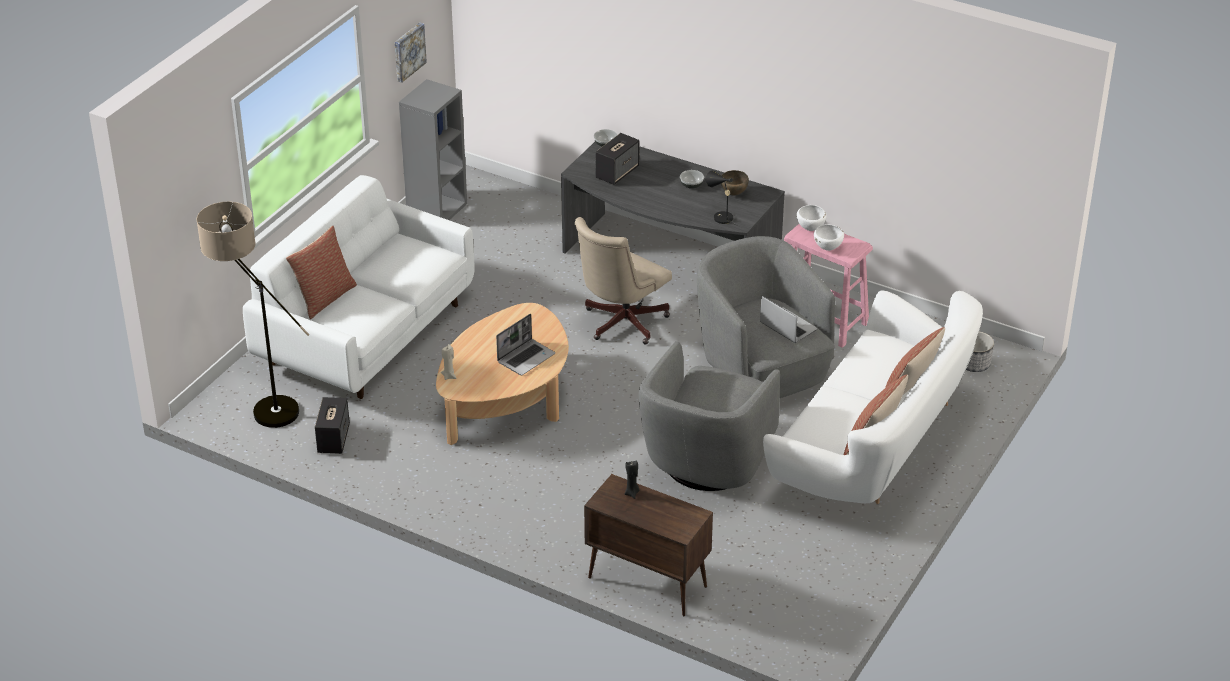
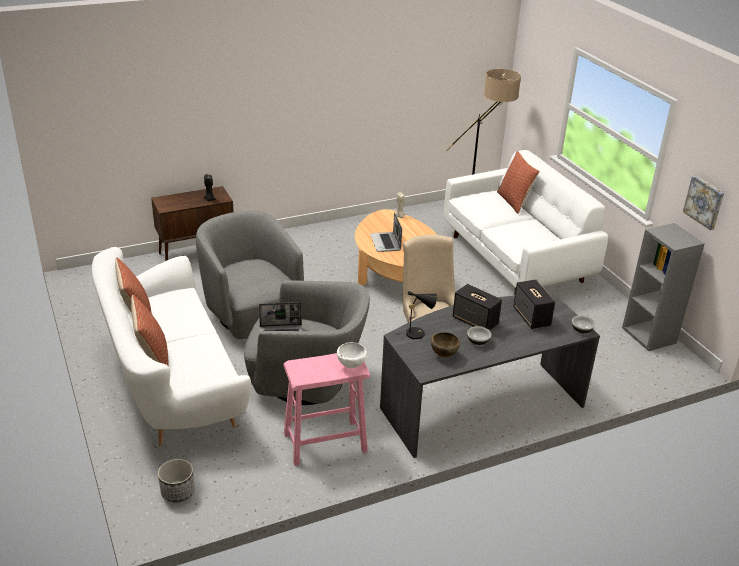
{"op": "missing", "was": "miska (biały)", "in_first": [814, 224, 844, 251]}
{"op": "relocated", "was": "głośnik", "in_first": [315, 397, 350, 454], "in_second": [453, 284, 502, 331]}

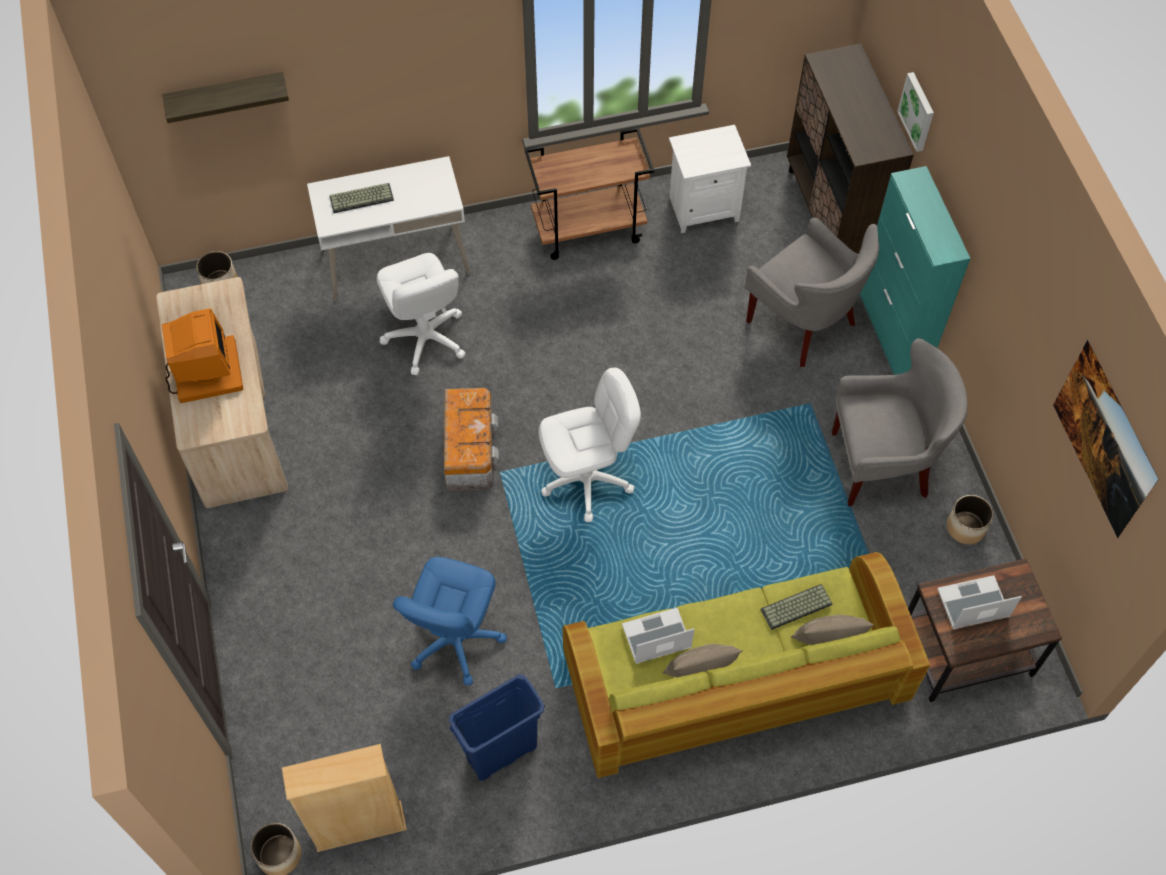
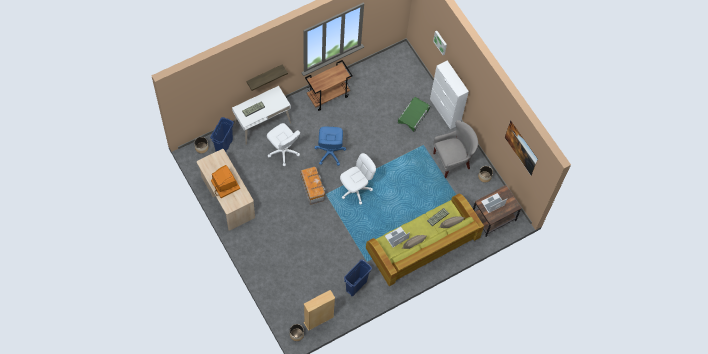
{"op": "missing", "was": "szafka nocna (biały)", "in_first": [669, 125, 751, 233]}
{"op": "missing", "was": "szafka (brązowy)", "in_first": [787, 44, 914, 254]}
{"op": "appeared", "now": "kosz na śmieci (niebieski)", "in_second": [210, 117, 234, 152]}
{"op": "relocated", "was": "półka", "in_first": [162, 72, 289, 123], "in_second": [246, 64, 288, 91]}
{"op": "relocated", "was": "krzesło biurowe (niebieski)", "in_first": [393, 557, 507, 686], "in_second": [314, 127, 346, 166]}
{"op": "exchanged", "was": "fotel (szary)", "now": "pojemnik do przechowywania (zielony)", "in_first": [745, 217, 879, 367], "in_second": [398, 97, 430, 132]}
{"op": "colour", "was": "szafka (turkusowy)", "now": "szafka (biały)", "in_first": [860, 166, 971, 375], "in_second": [430, 60, 469, 129]}

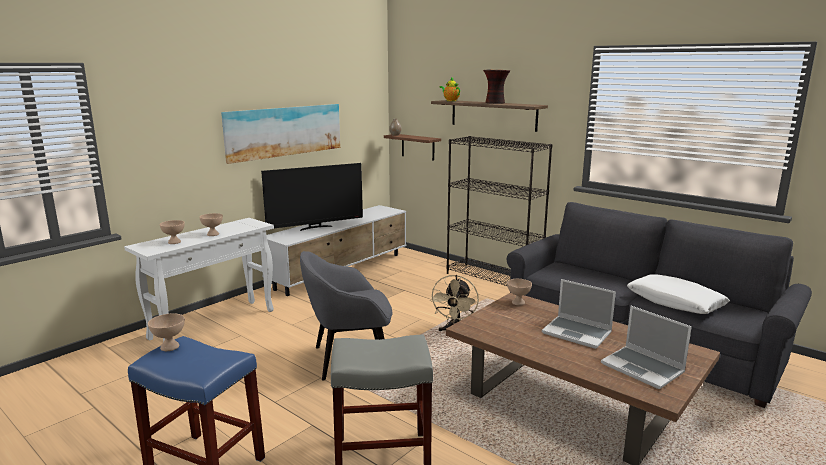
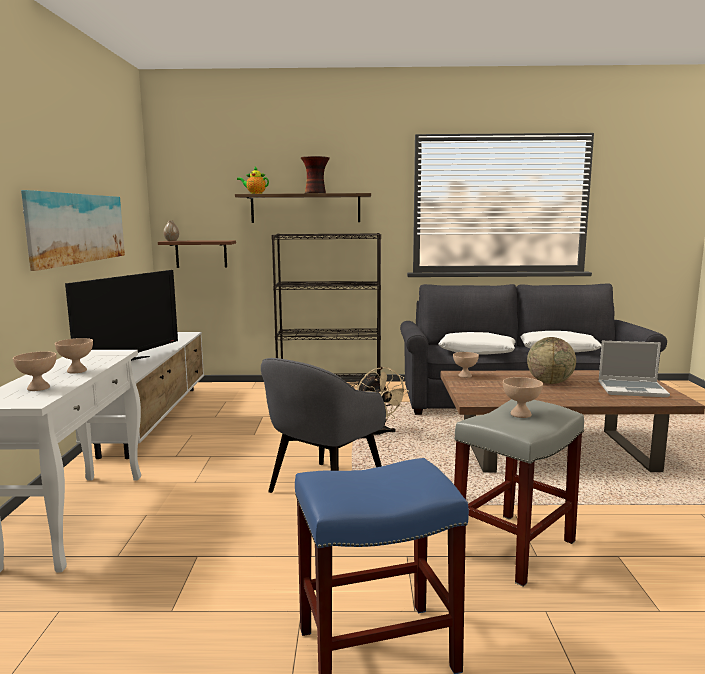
{"op": "appeared", "now": "poduszka (biały)", "in_second": [438, 332, 516, 355]}
{"op": "relocated", "was": "miska (beżowy)", "in_first": [148, 313, 185, 351], "in_second": [503, 377, 543, 418]}
{"op": "exchanged", "was": "laptop", "now": "globus", "in_first": [542, 279, 616, 349], "in_second": [527, 337, 576, 384]}

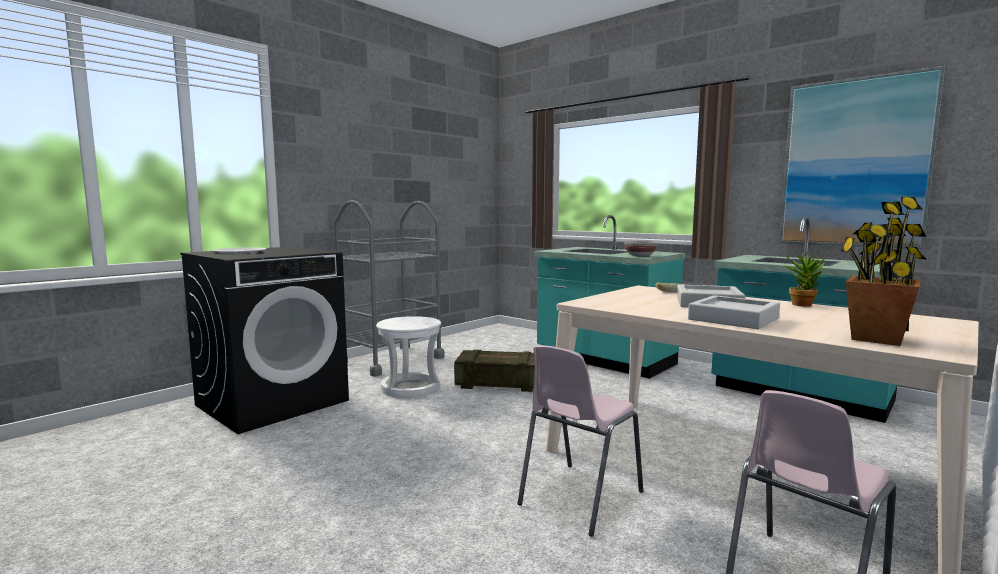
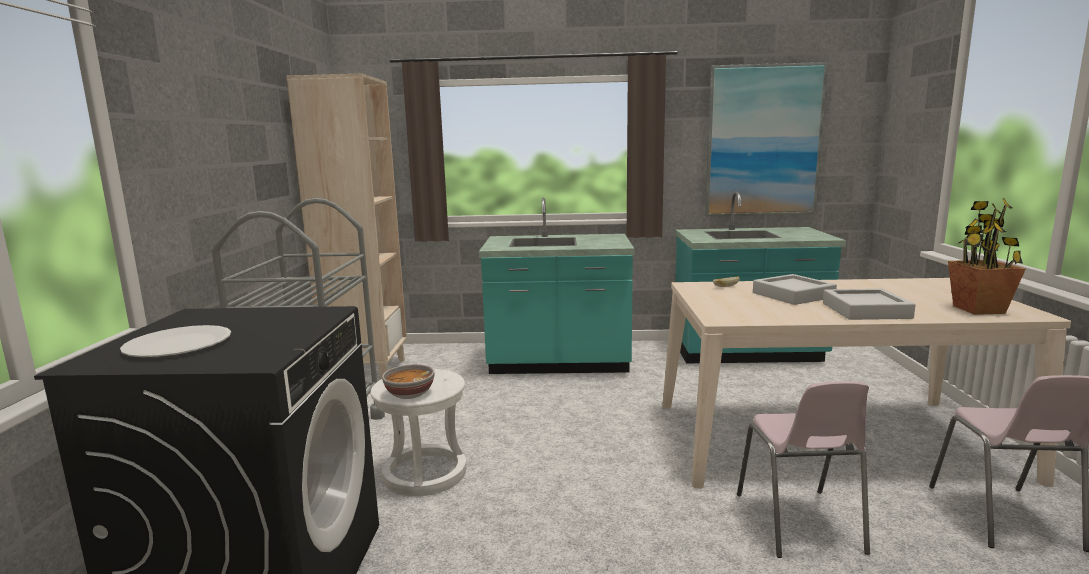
{"op": "missing", "was": "skrzynka", "in_first": [454, 350, 535, 392]}
{"op": "missing", "was": "roślina doniczkowa", "in_first": [784, 254, 826, 307]}
{"op": "appeared", "now": "regał (beżowy)", "in_second": [286, 74, 407, 379]}
{"op": "relocated", "was": "miska", "in_first": [624, 241, 657, 256], "in_second": [382, 364, 434, 399]}

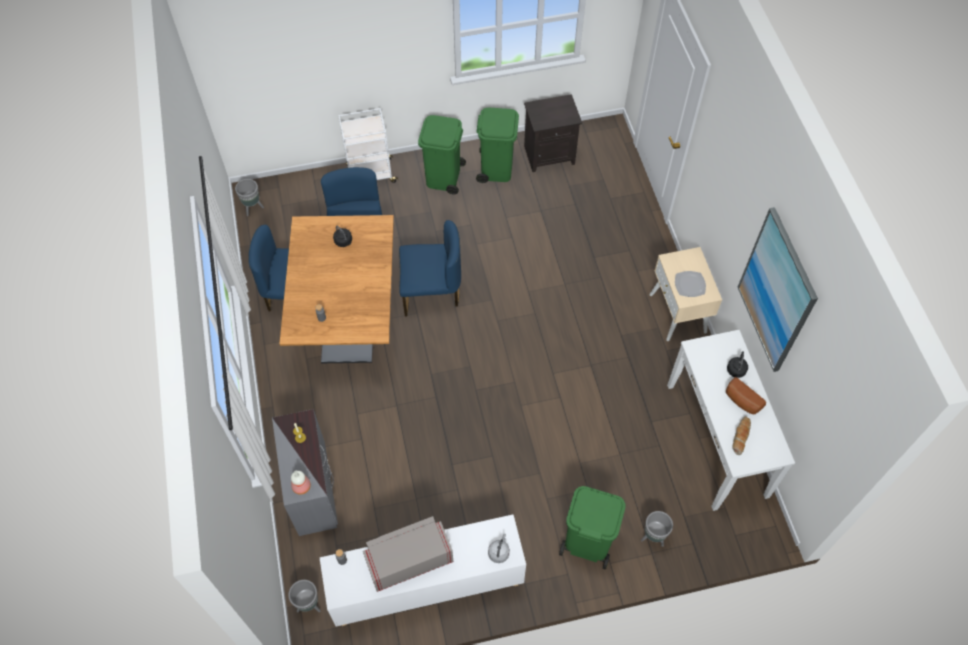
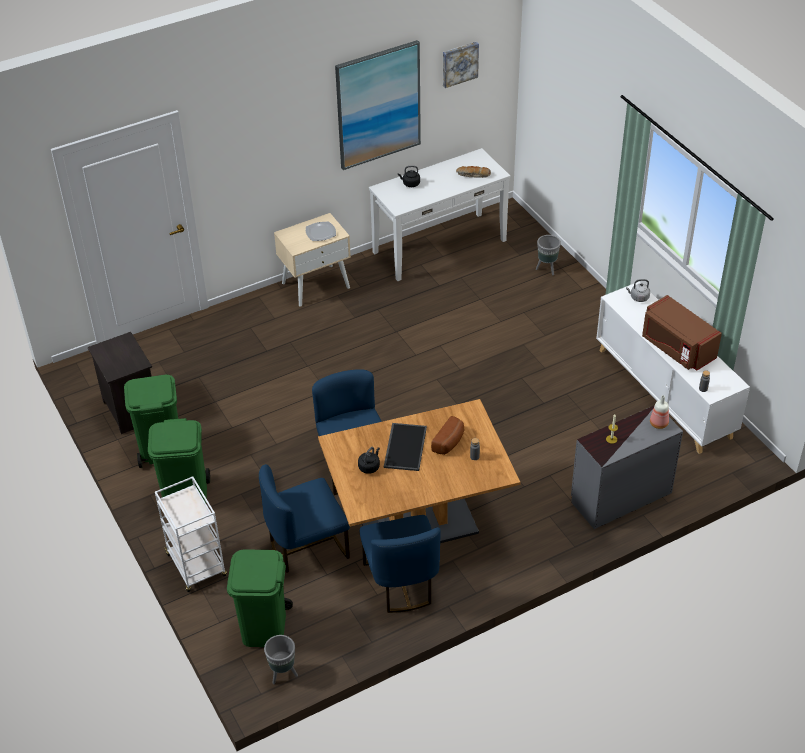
{"op": "missing", "was": "donica (szary)", "in_first": [288, 580, 321, 613]}
{"op": "appeared", "now": "taca", "in_second": [384, 423, 427, 471]}
{"op": "appeared", "now": "obraz", "in_second": [443, 42, 479, 88]}
{"op": "relocated", "was": "kosz na śmieci (zielony)", "in_first": [559, 486, 626, 570], "in_second": [227, 549, 293, 647]}
{"op": "relocated", "was": "chleb", "in_first": [726, 377, 766, 414], "in_second": [431, 416, 464, 455]}
{"op": "colour", "was": "mikrofalówka (szary)", "now": "mikrofalówka (brązowy)", "in_first": [363, 516, 453, 592], "in_second": [642, 295, 722, 371]}

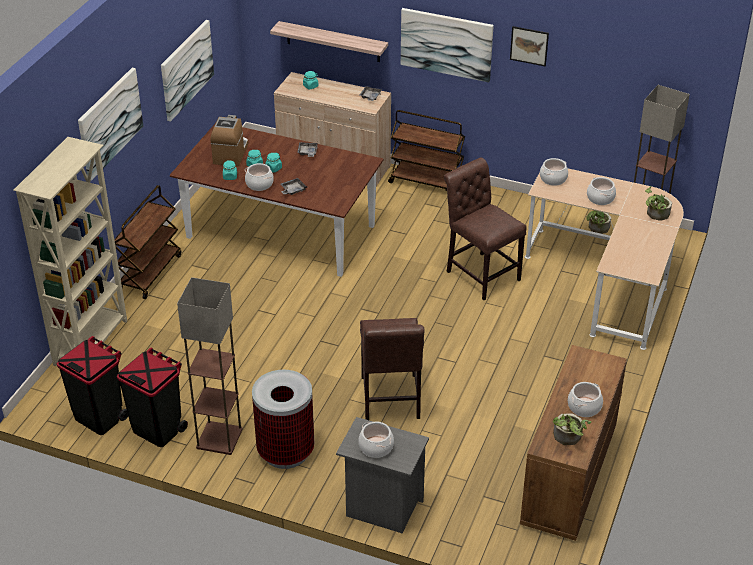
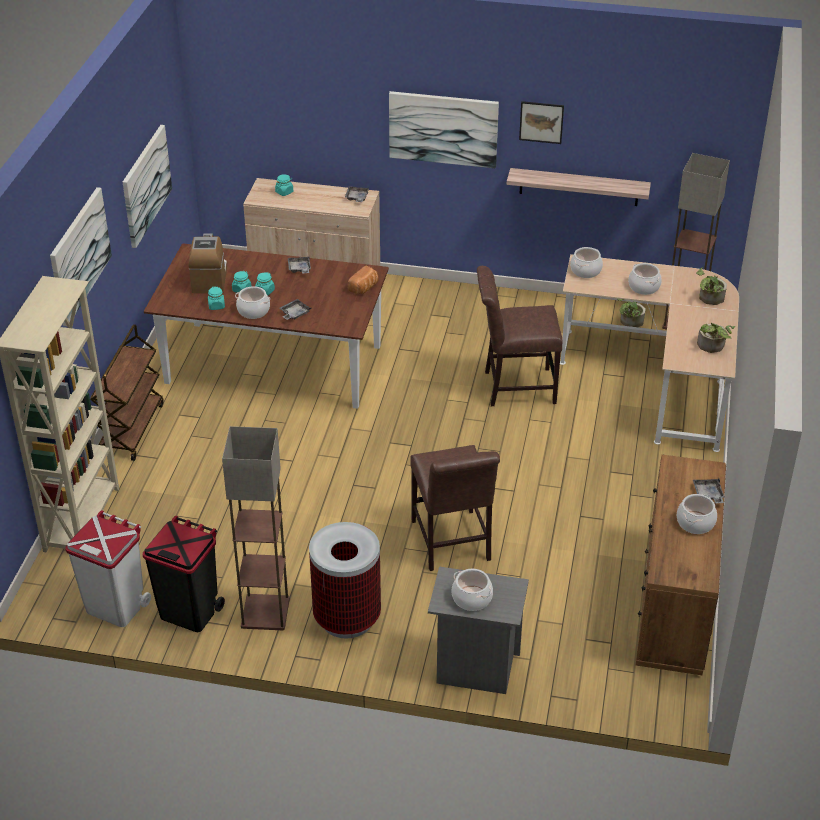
{"op": "missing", "was": "wózek (brązowy)", "in_first": [388, 110, 465, 191]}
{"op": "appeared", "now": "chleb", "in_second": [348, 266, 378, 294]}
{"op": "appeared", "now": "taca (szary)", "in_second": [693, 478, 725, 503]}
{"op": "relocated", "was": "półka", "in_first": [270, 21, 388, 62], "in_second": [507, 168, 651, 206]}
{"op": "relocated", "was": "roślina doniczkowa", "in_first": [553, 413, 592, 445], "in_second": [697, 323, 735, 353]}
{"op": "colour", "was": "kosz na śmieci (czarny)", "now": "kosz na śmieci (biały)", "in_first": [57, 336, 128, 435], "in_second": [65, 510, 151, 627]}
{"op": "spun", "was": "krzesło (brązowy)", "in_first": [444, 157, 527, 300], "in_second": [477, 266, 563, 406], "clockwise": -45}

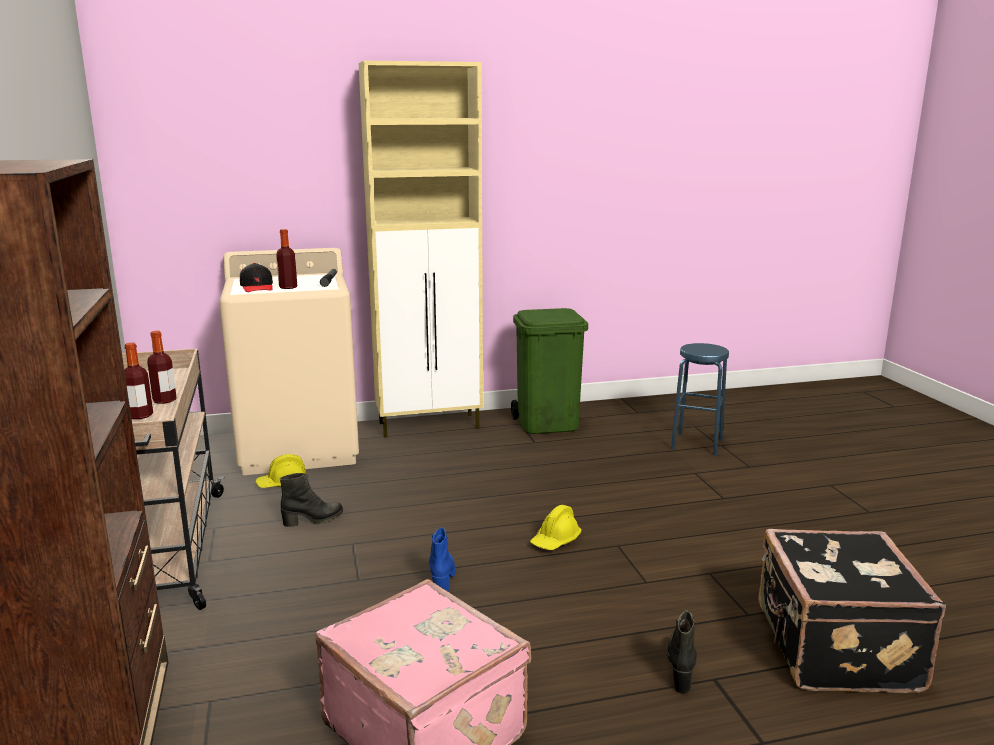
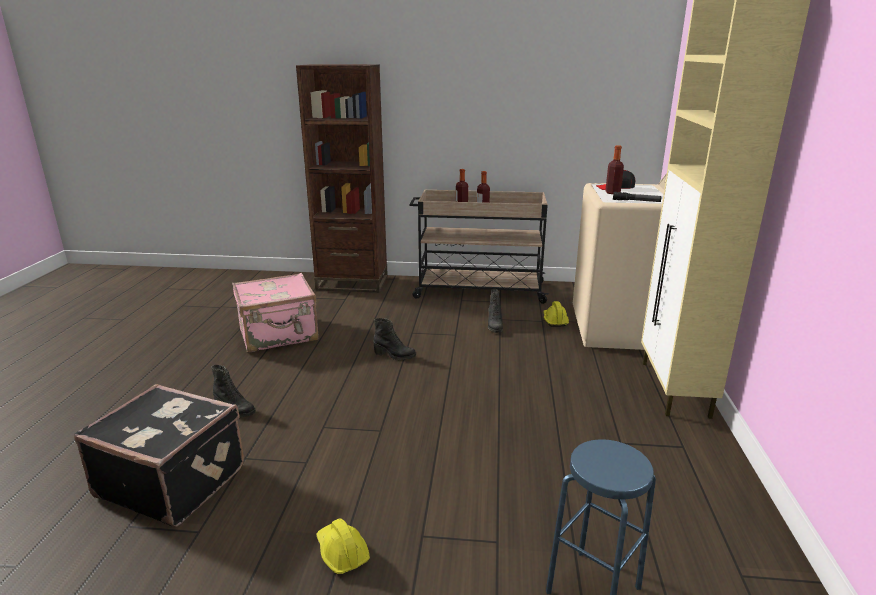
{"op": "missing", "was": "kosz na śmieci (zielony)", "in_first": [511, 308, 588, 434]}
{"op": "relocated", "was": "kask (żółty)", "in_first": [530, 505, 582, 550], "in_second": [316, 518, 370, 574]}
{"op": "colour", "was": "but z cholewką (niebieski)", "now": "but z cholewką (czarny)", "in_first": [429, 527, 455, 591], "in_second": [373, 318, 416, 360]}

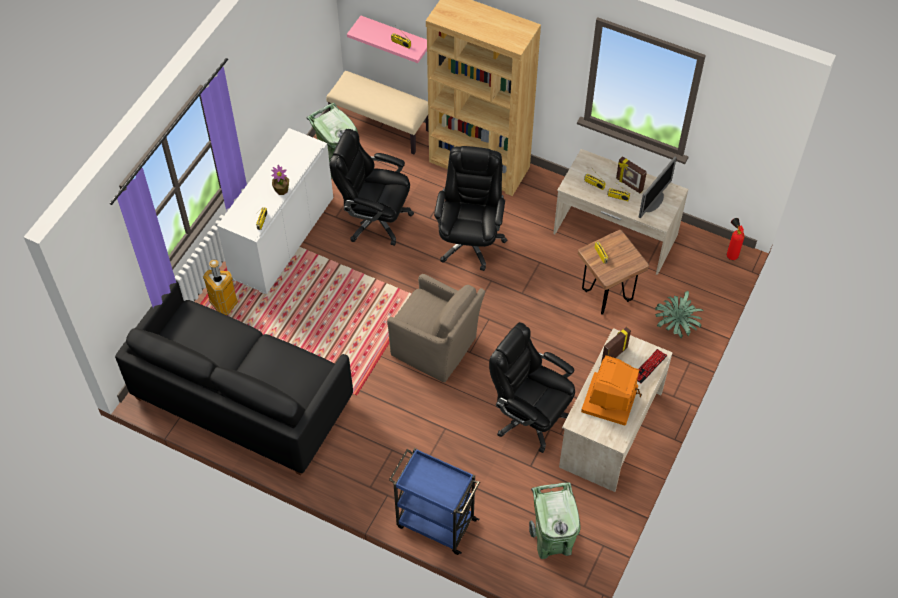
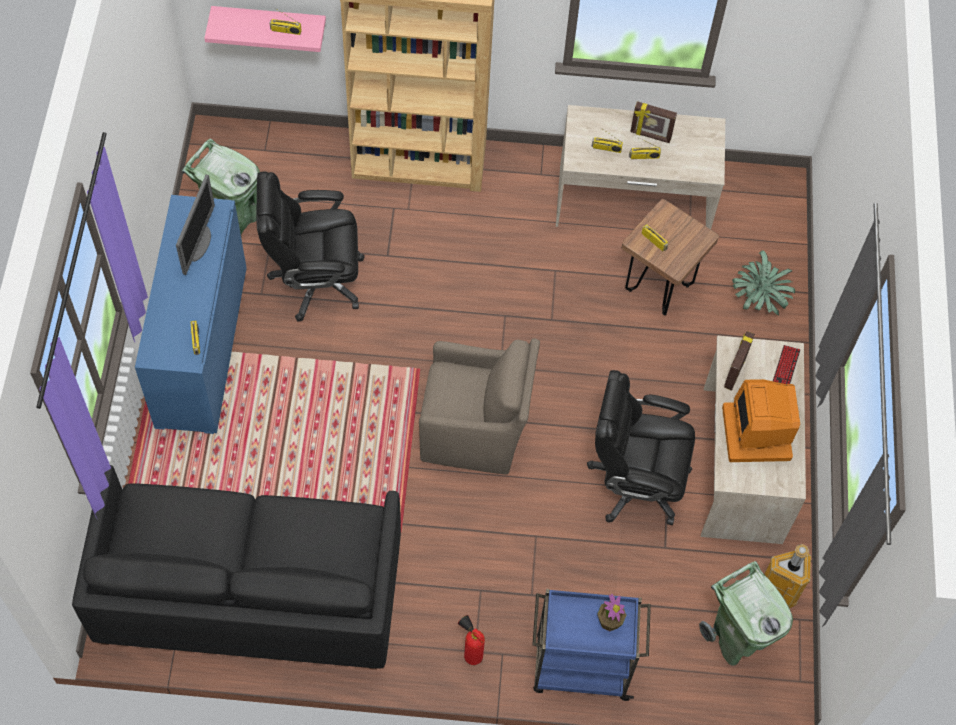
{"op": "missing", "was": "ławka (beżowy)", "in_first": [326, 71, 429, 154]}
{"op": "missing", "was": "krzesło biurowe (czarny)", "in_first": [434, 146, 507, 271]}
{"op": "relocated", "was": "kosz na śmieci", "in_first": [203, 260, 238, 315], "in_second": [764, 544, 811, 608]}
{"op": "relocated", "was": "roślina doniczkowa", "in_first": [271, 165, 289, 195], "in_second": [597, 594, 626, 631]}
{"op": "relocated", "was": "monitor", "in_first": [638, 157, 677, 218], "in_second": [176, 175, 215, 275]}
{"op": "relocated", "was": "gaśnica", "in_first": [727, 218, 745, 260], "in_second": [458, 615, 485, 665]}
{"op": "colour", "was": "szafka (biały)", "now": "szafka (niebieski)", "in_first": [217, 128, 333, 294], "in_second": [135, 195, 247, 434]}

